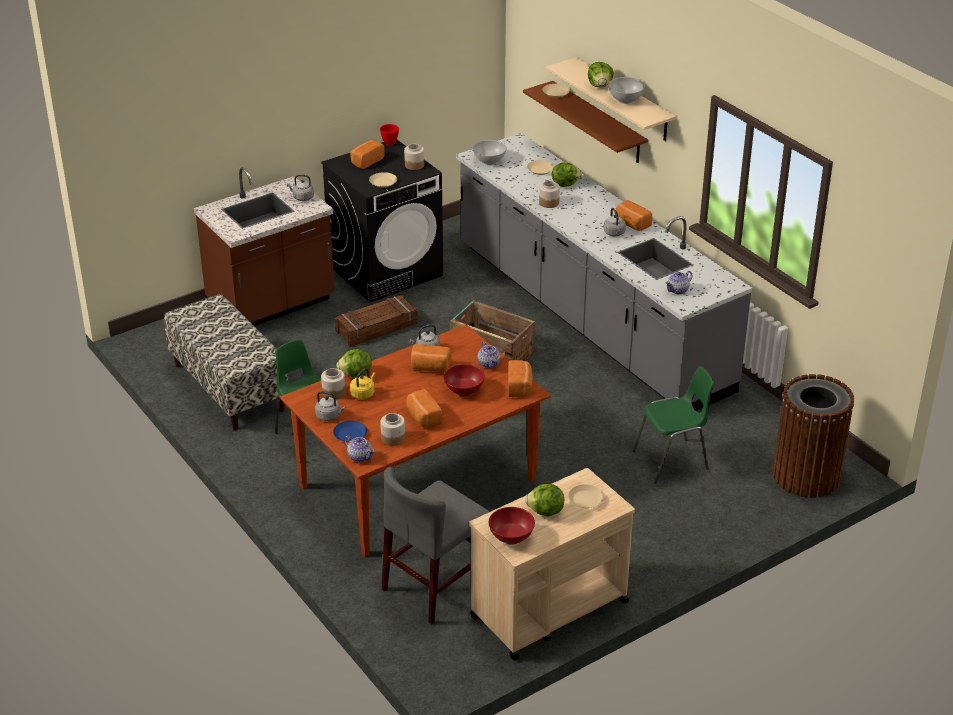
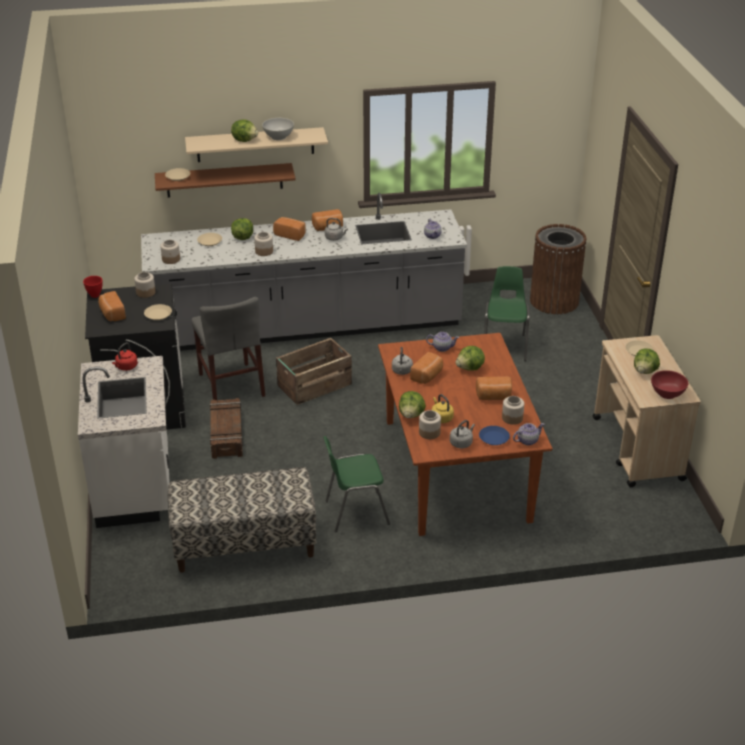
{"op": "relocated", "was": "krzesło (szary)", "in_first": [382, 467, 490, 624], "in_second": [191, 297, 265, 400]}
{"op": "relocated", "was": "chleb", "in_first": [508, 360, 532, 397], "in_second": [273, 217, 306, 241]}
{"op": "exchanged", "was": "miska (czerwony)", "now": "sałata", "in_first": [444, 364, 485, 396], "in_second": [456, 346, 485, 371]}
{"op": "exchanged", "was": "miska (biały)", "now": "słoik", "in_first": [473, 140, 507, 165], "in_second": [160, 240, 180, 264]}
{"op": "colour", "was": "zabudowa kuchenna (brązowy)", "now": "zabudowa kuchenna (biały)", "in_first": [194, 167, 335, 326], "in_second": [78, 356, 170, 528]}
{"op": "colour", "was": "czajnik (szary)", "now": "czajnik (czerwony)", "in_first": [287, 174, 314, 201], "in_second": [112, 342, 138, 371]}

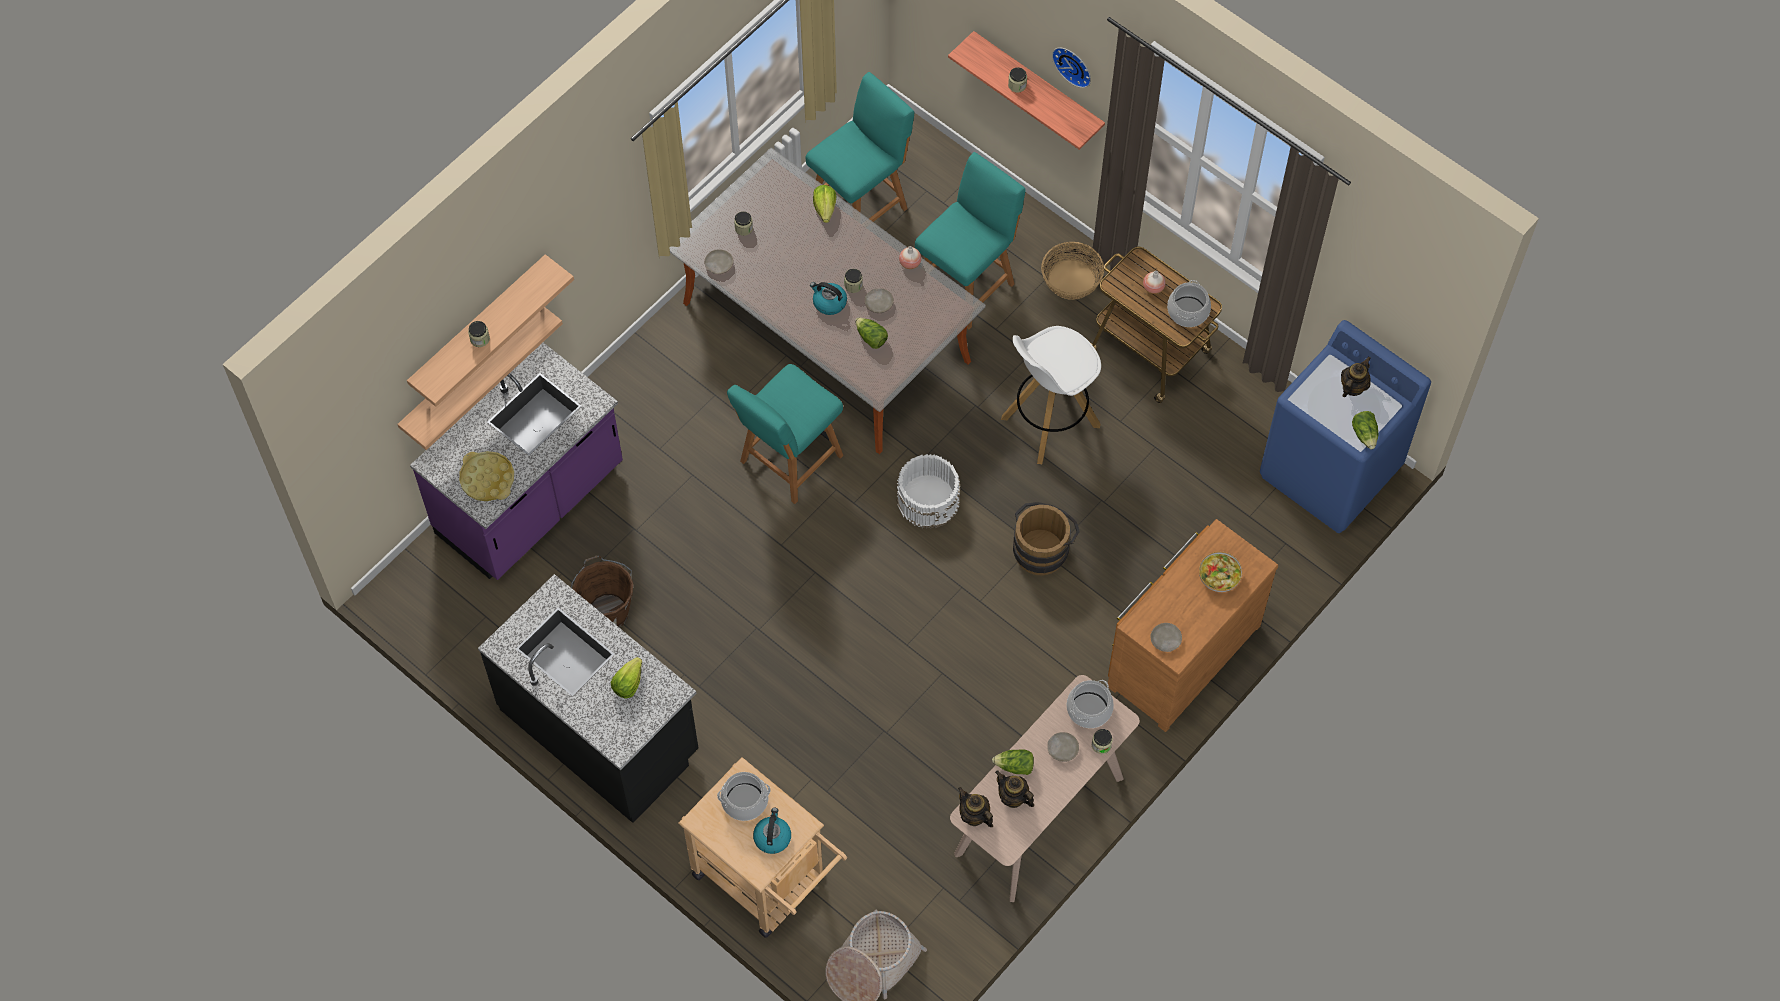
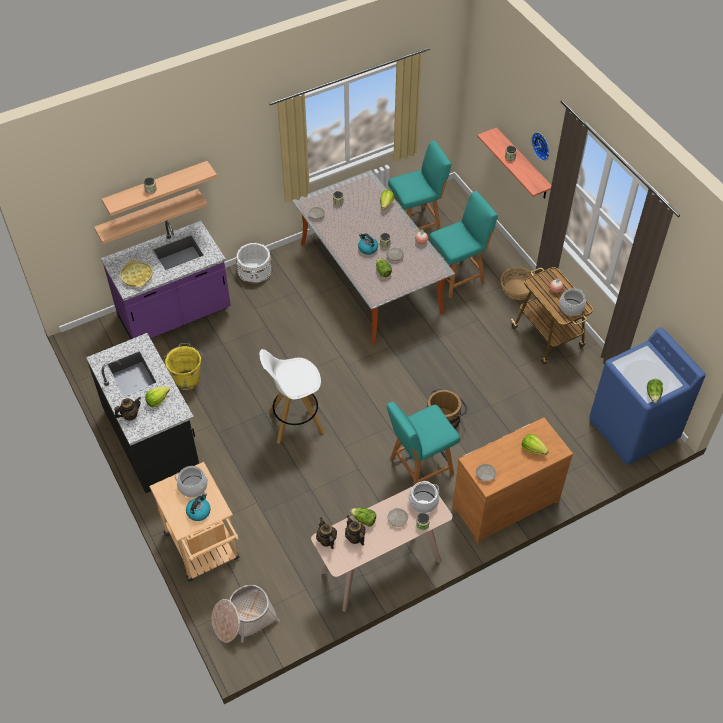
{"op": "relocated", "was": "krzesło (turkusowy)", "in_first": [727, 364, 843, 504], "in_second": [387, 402, 460, 486]}
{"op": "relocated", "was": "wiadro (biały)", "in_first": [897, 454, 961, 529], "in_second": [236, 243, 272, 284]}
{"op": "relocated", "was": "stołek (biały)", "in_first": [1001, 326, 1101, 464], "in_second": [259, 349, 325, 444]}
{"op": "relocated", "was": "imbryk", "in_first": [1341, 356, 1371, 397], "in_second": [114, 397, 141, 420]}
{"op": "exchanged", "was": "miska", "now": "sałata", "in_first": [1199, 552, 1242, 592], "in_second": [521, 434, 549, 455]}
{"op": "colour", "was": "wiadro (brązowy)", "now": "wiadro (żółty)", "in_first": [571, 555, 633, 628], "in_second": [165, 343, 203, 390]}

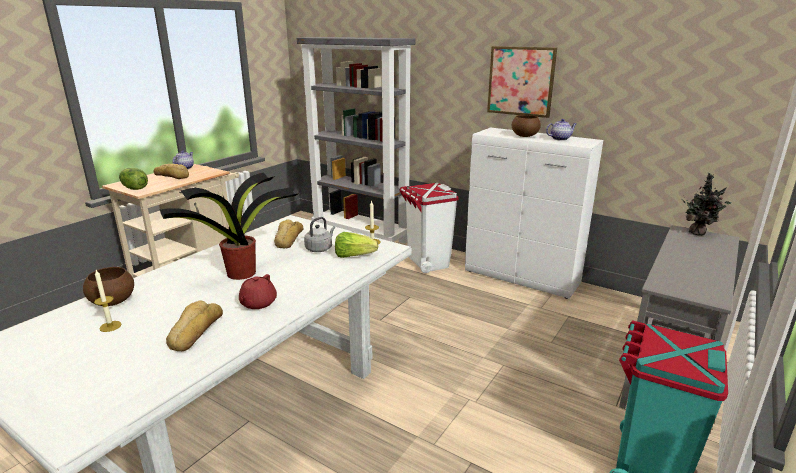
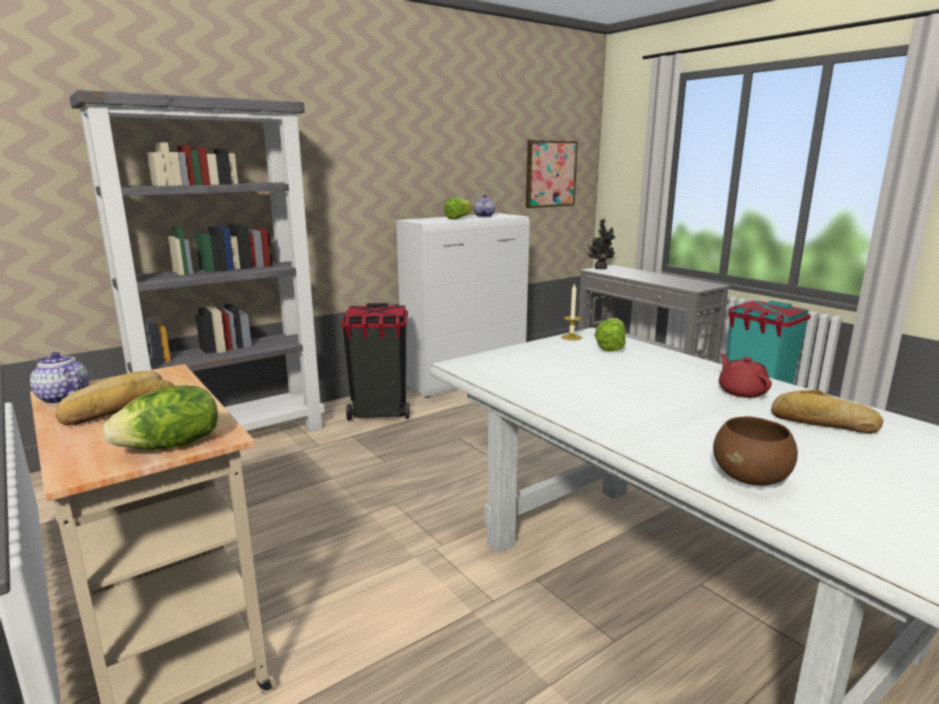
{"op": "missing", "was": "świeca", "in_first": [94, 270, 122, 332]}
{"op": "missing", "was": "roślina doniczkowa", "in_first": [159, 172, 299, 280]}
{"op": "missing", "was": "chleb", "in_first": [274, 219, 303, 248]}
{"op": "missing", "was": "czajnik (szary)", "in_first": [304, 217, 335, 252]}
{"op": "relocated", "was": "obraz", "in_first": [487, 46, 557, 118], "in_second": [526, 140, 578, 208]}
{"op": "exchanged", "was": "miska (brązowy)", "now": "sałata", "in_first": [512, 115, 541, 137], "in_second": [444, 197, 473, 219]}
{"op": "colour", "was": "kosz na śmieci (biały)", "now": "kosz na śmieci (czarny)", "in_first": [399, 183, 459, 273], "in_second": [341, 303, 410, 421]}
{"op": "spun", "was": "imbryk (czerwony)", "in_first": [239, 274, 277, 309], "in_second": [719, 353, 772, 398], "clockwise": -135}

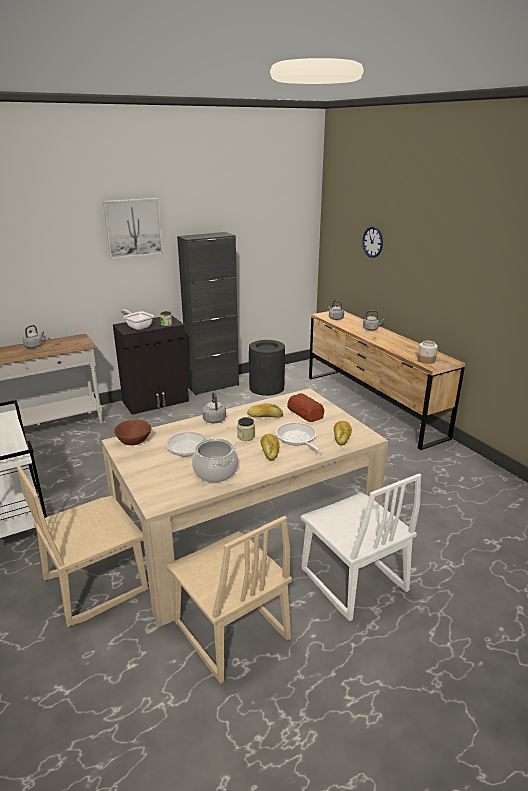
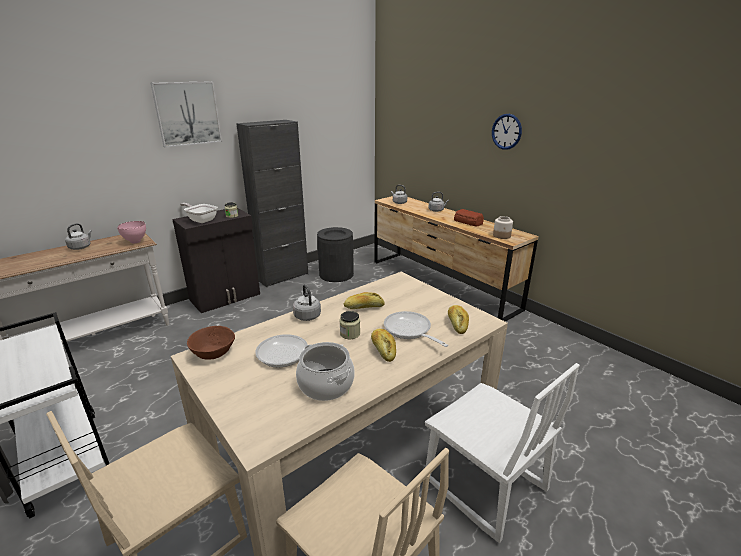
{"op": "appeared", "now": "miska (różowy)", "in_second": [117, 221, 146, 244]}
{"op": "relocated", "was": "chleb", "in_first": [287, 393, 324, 422], "in_second": [454, 209, 484, 226]}
{"op": "relocated", "was": "zegar ścienny", "in_first": [362, 227, 383, 258], "in_second": [492, 114, 522, 150]}

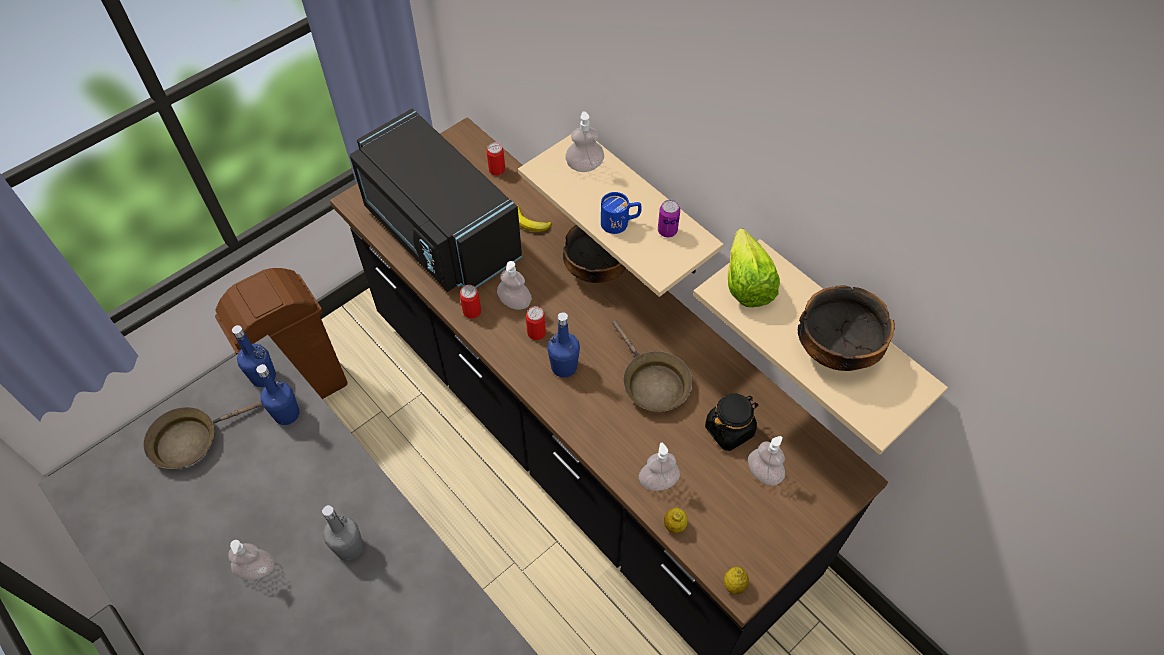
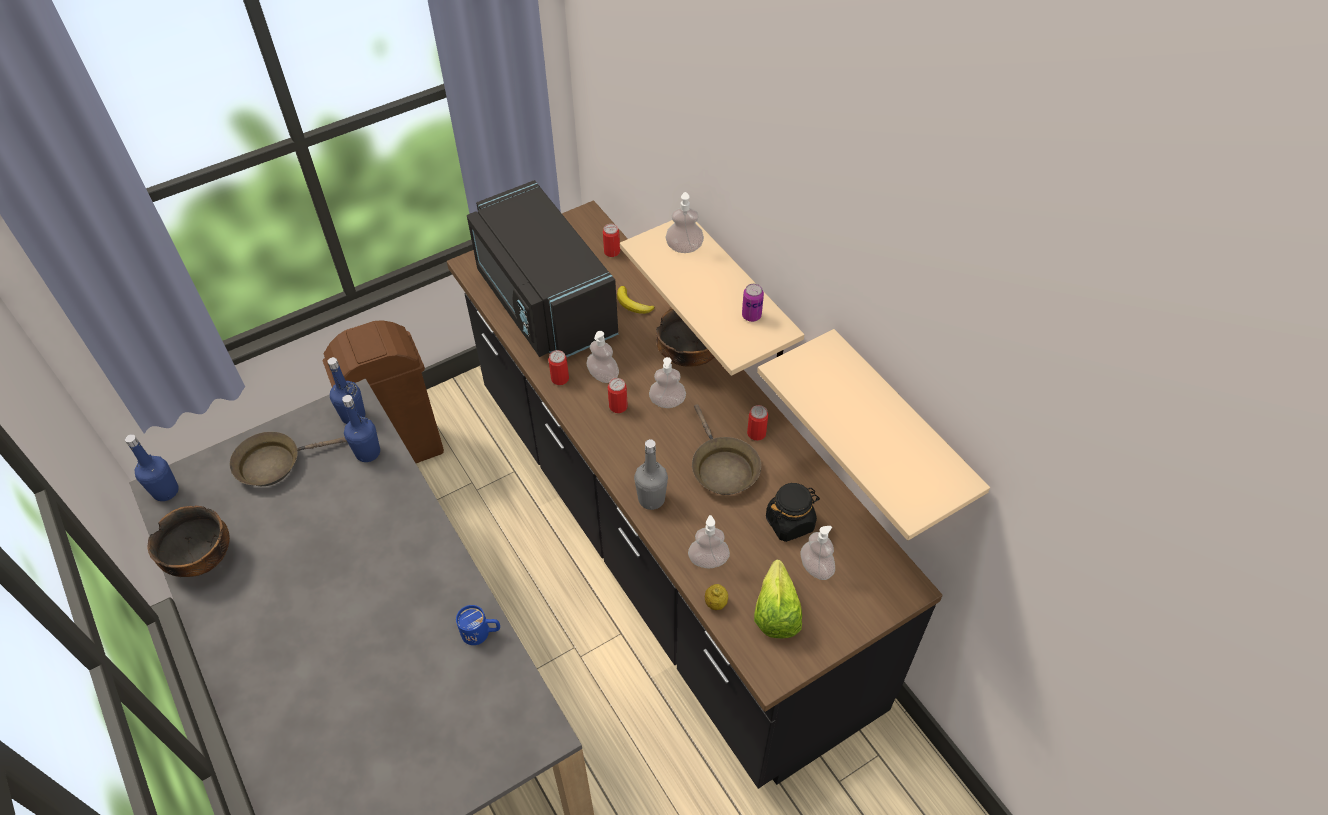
{"op": "missing", "was": "cytryna", "in_first": [724, 567, 749, 594]}
{"op": "appeared", "now": "puszka", "in_second": [747, 405, 768, 441]}
{"op": "relocated", "was": "dozownik mydła", "in_first": [228, 540, 274, 580], "in_second": [649, 357, 686, 408]}
{"op": "relocated", "was": "butelka (szary)", "in_first": [322, 505, 363, 561], "in_second": [634, 439, 668, 510]}
{"op": "relocated", "was": "butelka (niebieski)", "in_first": [547, 312, 580, 378], "in_second": [125, 434, 179, 501]}
{"op": "relocated", "was": "kubek (niebieski)", "in_first": [601, 192, 642, 234], "in_second": [456, 605, 500, 645]}
{"op": "relocated", "was": "sałata", "in_first": [728, 229, 780, 307], "in_second": [754, 560, 802, 638]}
{"op": "relocated", "was": "miska", "in_first": [798, 285, 895, 371], "in_second": [147, 506, 230, 577]}

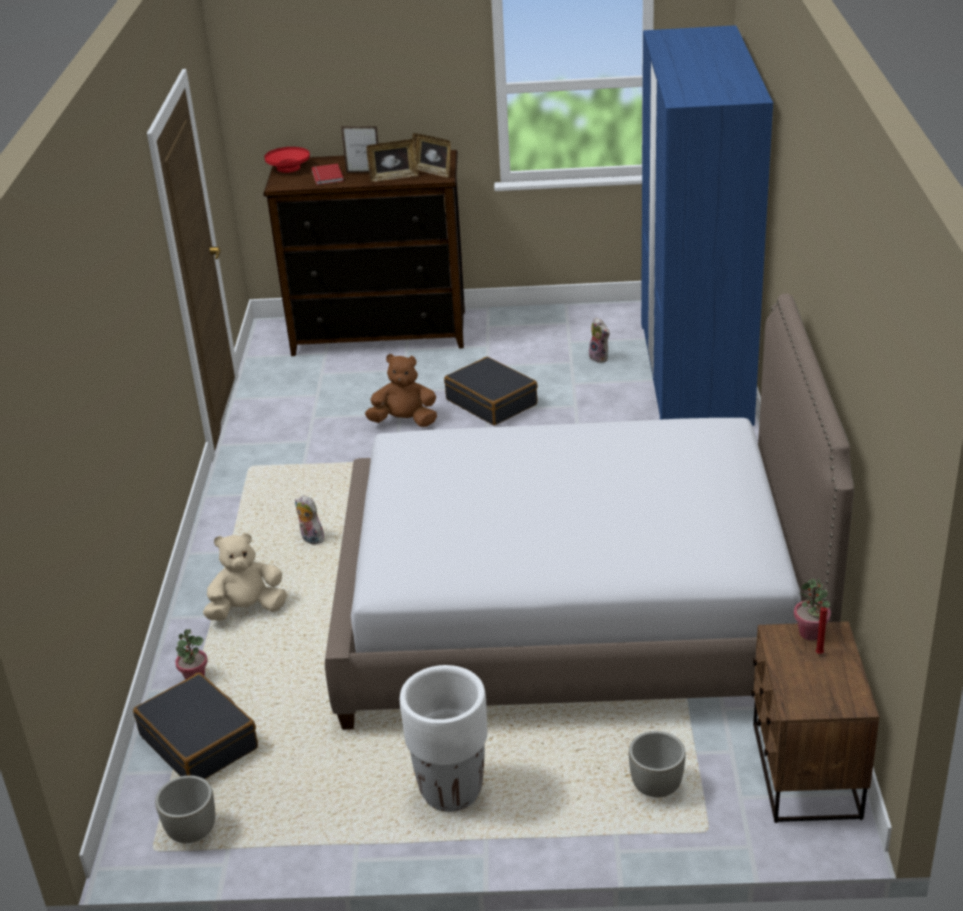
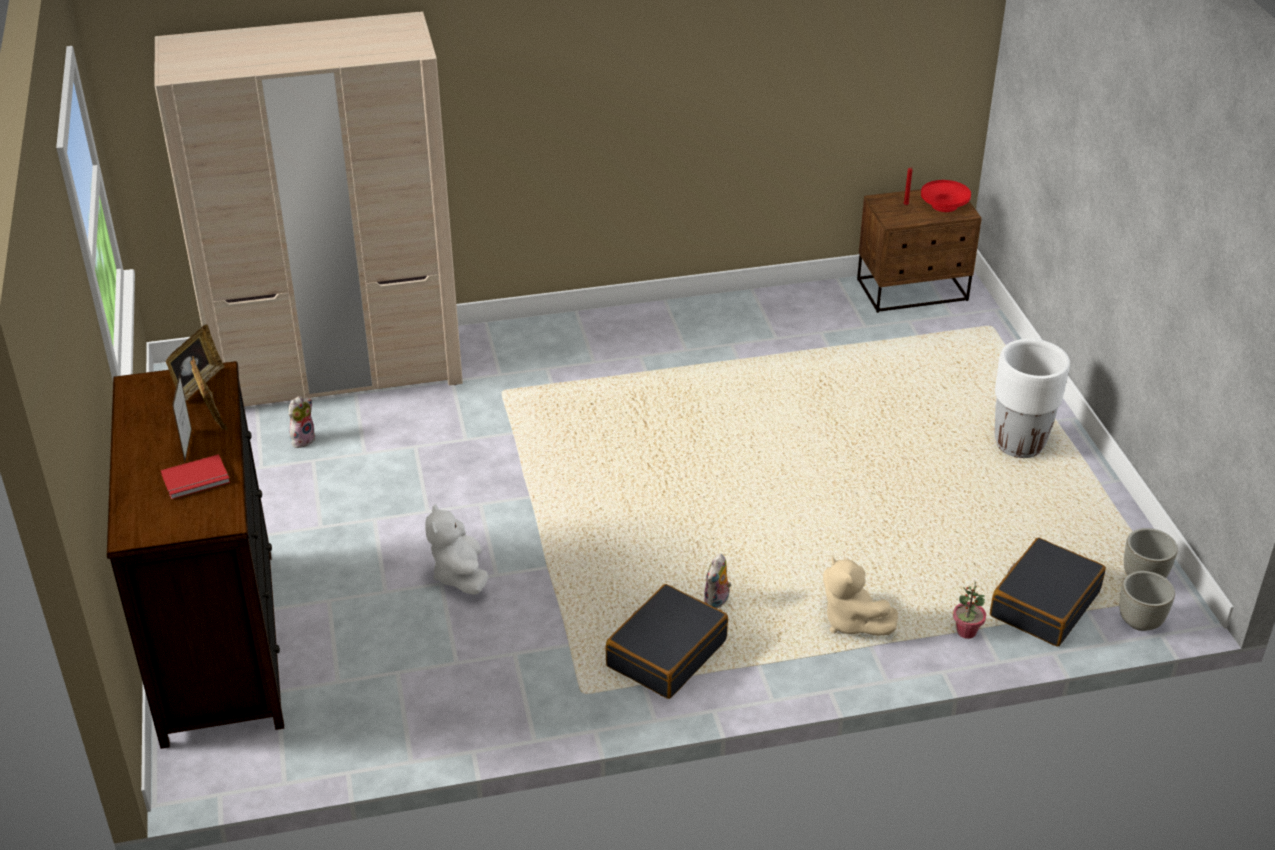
{"op": "missing", "was": "łóżko", "in_first": [325, 293, 854, 730]}
{"op": "missing", "was": "roślina doniczkowa", "in_first": [794, 578, 831, 641]}
{"op": "relocated", "was": "miska (czerwony)", "in_first": [264, 147, 310, 173], "in_second": [921, 180, 971, 212]}
{"op": "relocated", "was": "walizka (czarny)", "in_first": [444, 357, 538, 425], "in_second": [606, 584, 728, 699]}
{"op": "relocated", "was": "donica (szary)", "in_first": [629, 731, 686, 798], "in_second": [1120, 571, 1175, 631]}
{"op": "colour", "was": "pluszak (brązowy)", "now": "pluszak (biały)", "in_first": [365, 354, 437, 427], "in_second": [425, 504, 488, 595]}
{"op": "colour", "was": "szafa (niebieski)", "now": "szafa (beżowy)", "in_first": [641, 25, 773, 426], "in_second": [154, 11, 463, 407]}

